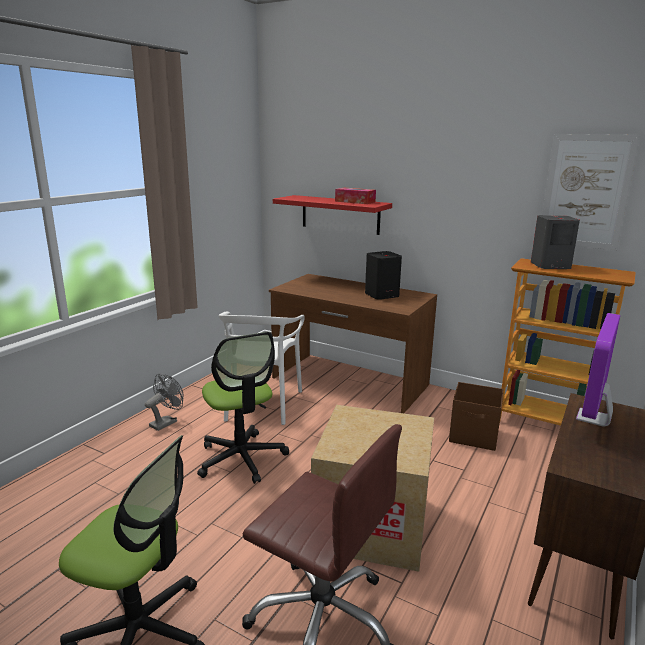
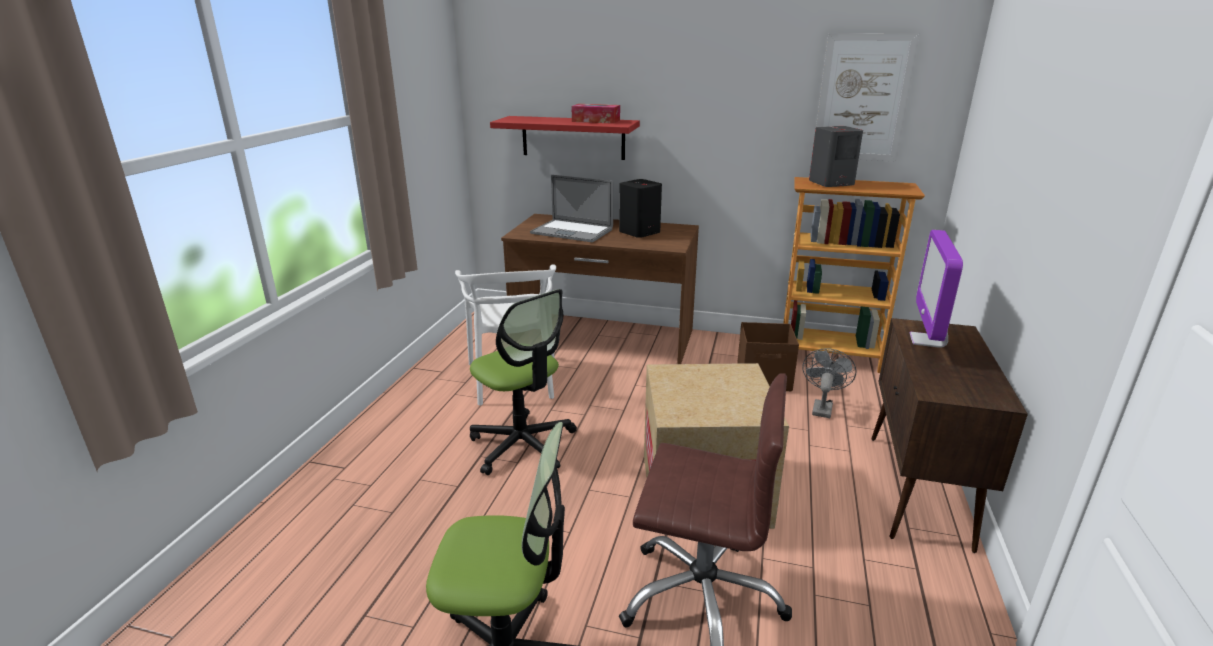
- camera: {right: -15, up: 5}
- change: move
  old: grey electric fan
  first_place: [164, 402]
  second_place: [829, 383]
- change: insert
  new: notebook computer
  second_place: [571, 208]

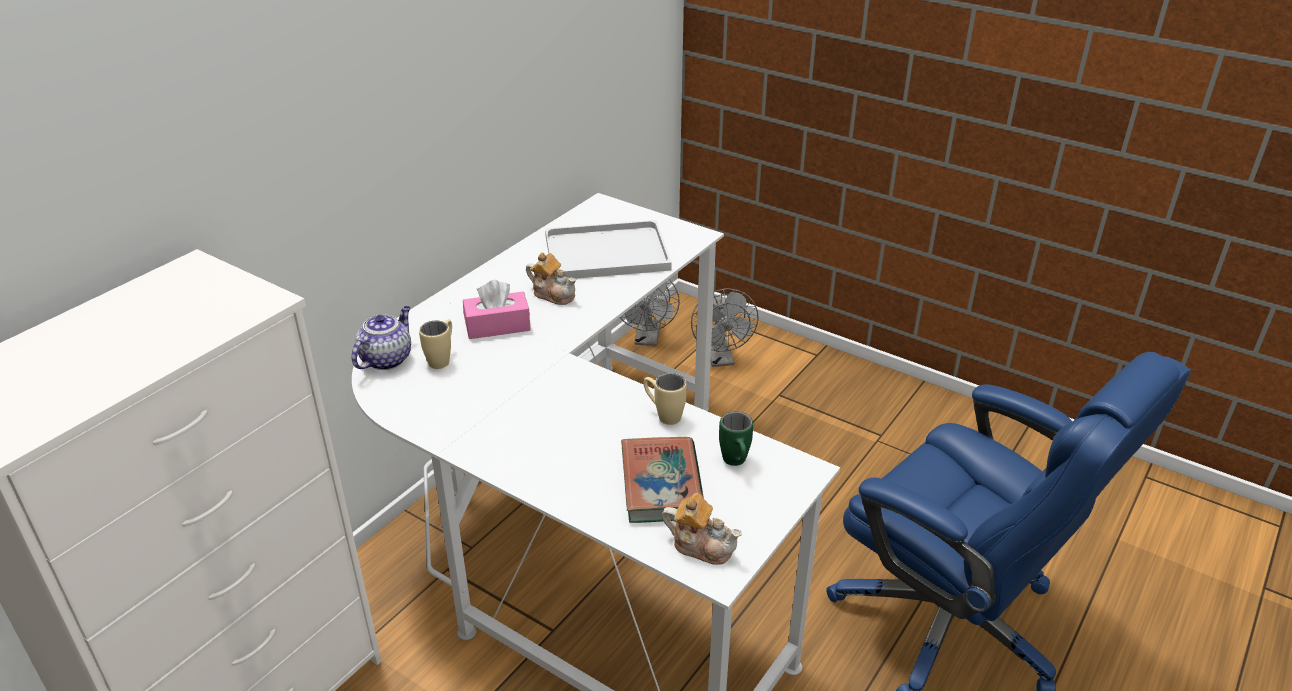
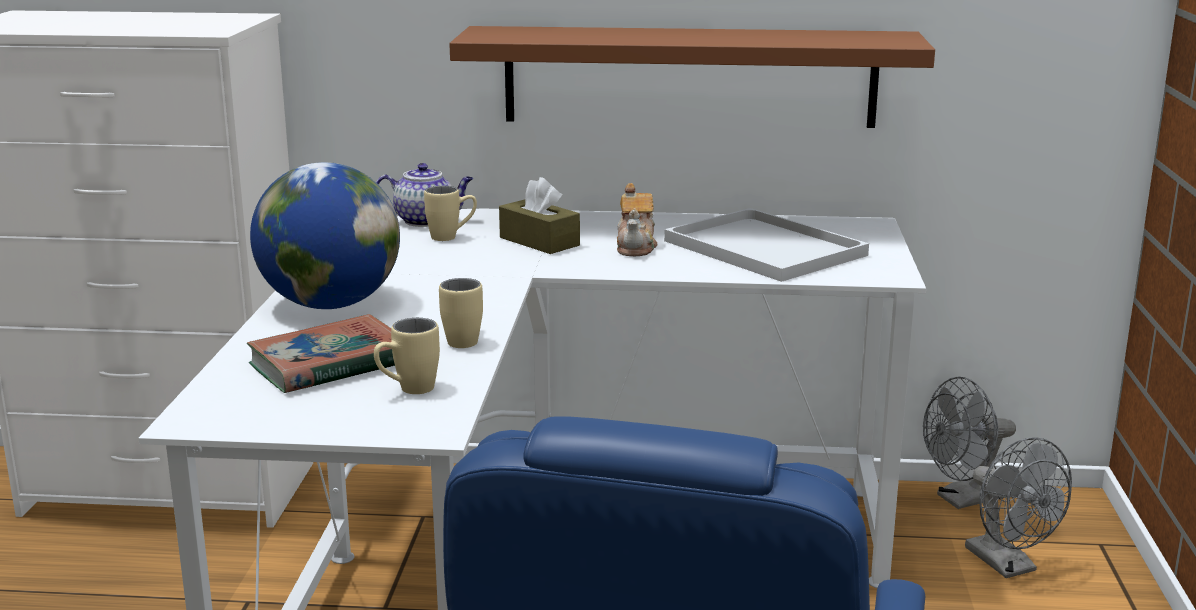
- camera: {right: 60, up: -15}
- change: recolor
  old: pink box of tissues
  new: brown box of tissues
  first_place: [497, 309]
  second_place: [539, 215]
- change: delete
  old: pot for tea
  first_place: [702, 529]
- change: rotate
  old: grey electric fan
  first_place: [725, 327]
  second_place: [1018, 507]
  degrees: -75
- change: recolor
  old: green tea mug
  new: beige tea mug
  first_place: [736, 438]
  second_place: [407, 356]
- change: insert
  new: globe
  second_place: [325, 235]
- change: insert
  new: brown shelf
  second_place: [692, 77]

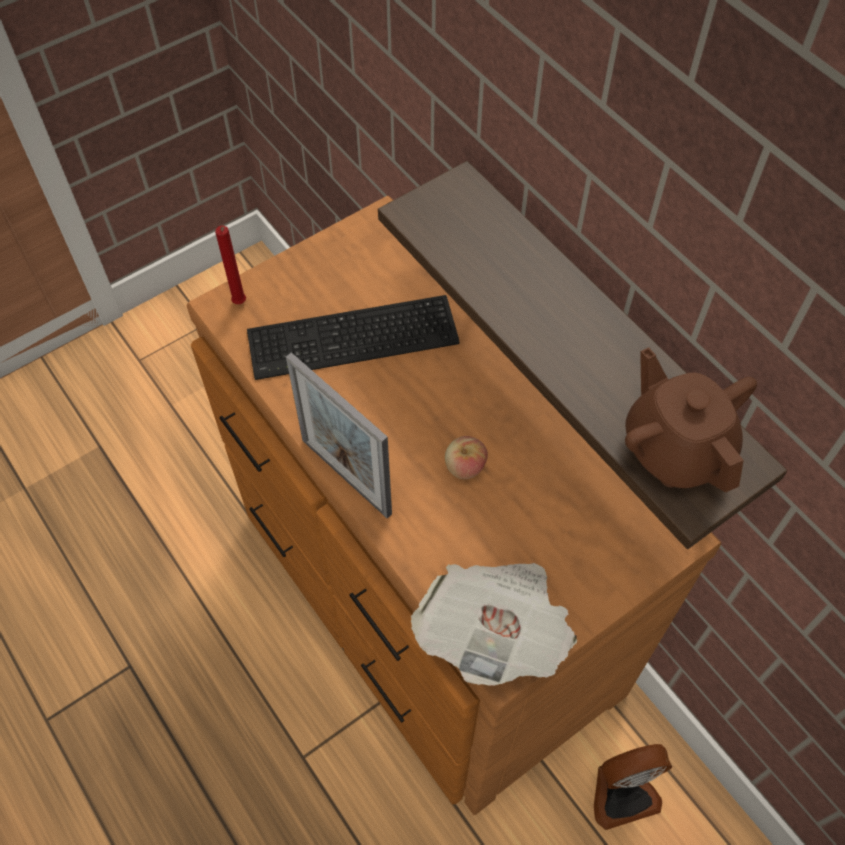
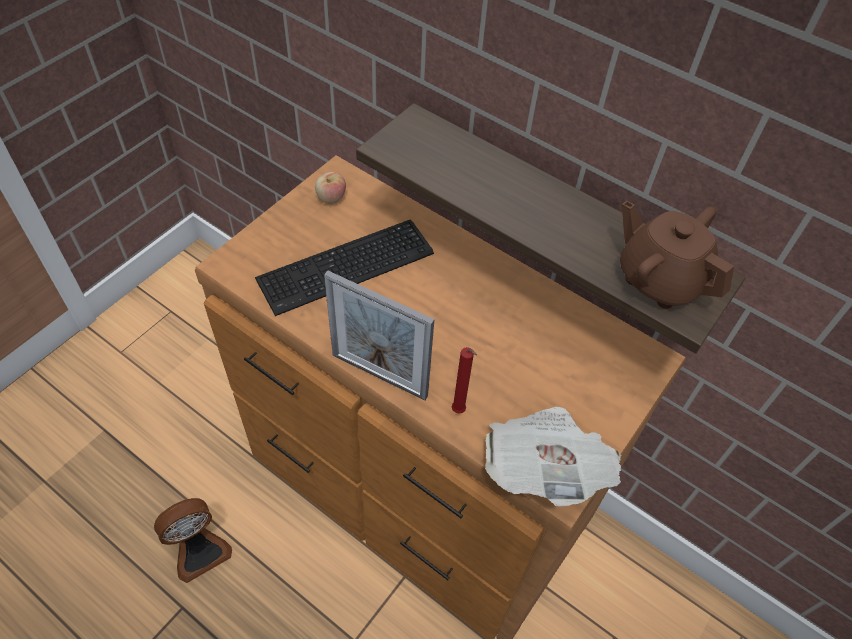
- camera: {right: -20, up: -5}
- change: move
  old: red-coloured wax light
  first_place: [230, 265]
  second_place: [464, 380]
- change: move
  old: apple
  first_place: [466, 457]
  second_place: [330, 188]
- change: move
  old: electric fan
  first_place: [633, 787]
  second_place: [193, 540]

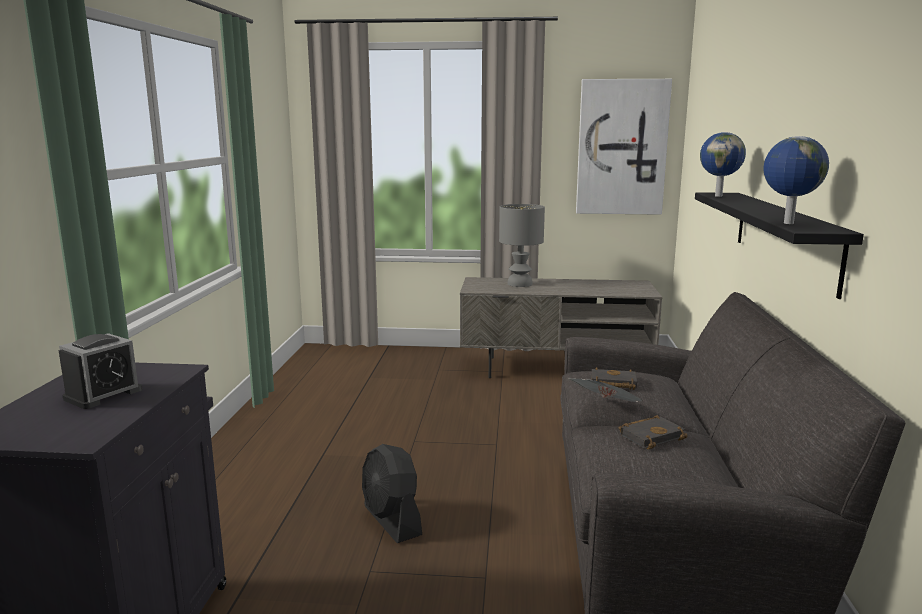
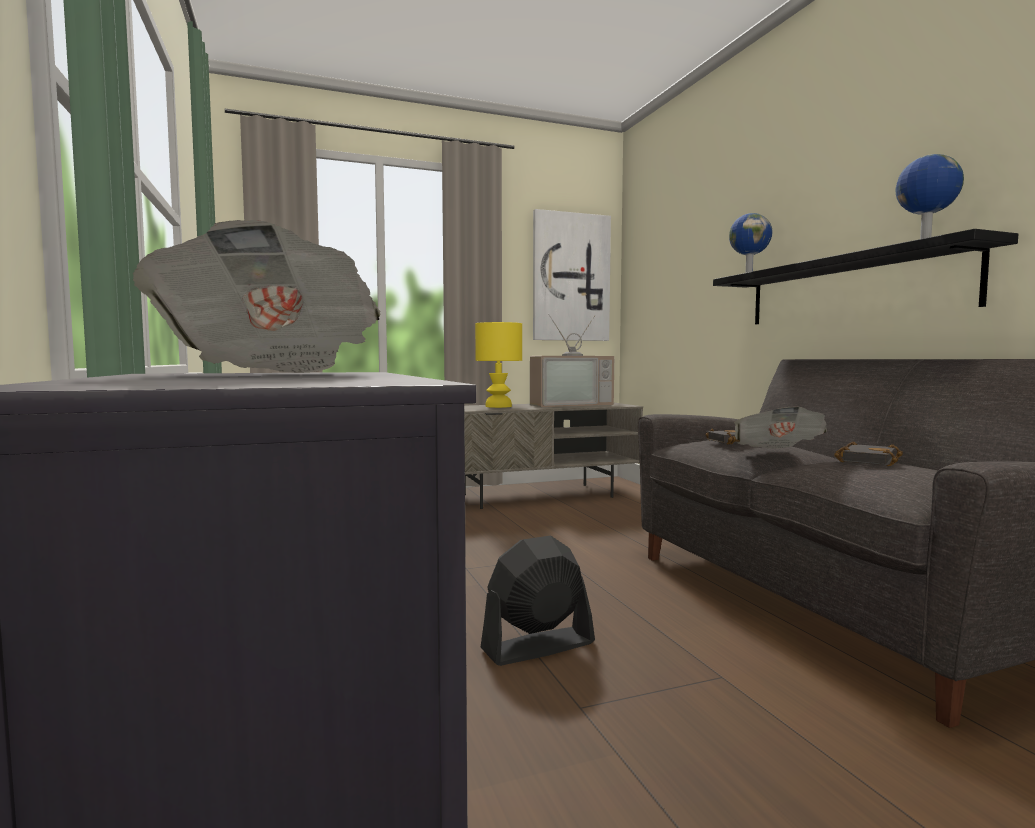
- camera: {right: -25, up: -10}
- change: replace
  old: bedside clock
  new: printed paper
  first_place: [100, 371]
  second_place: [257, 296]
- change: rotate
  old: blackish electric fan
  first_place: [392, 493]
  second_place: [538, 600]
  degrees: 120
- change: recolor
  old: grey table lamp
  new: yellowish table lamp
  first_place: [522, 245]
  second_place: [498, 365]
- change: insert
  new: television
  second_place: [572, 360]

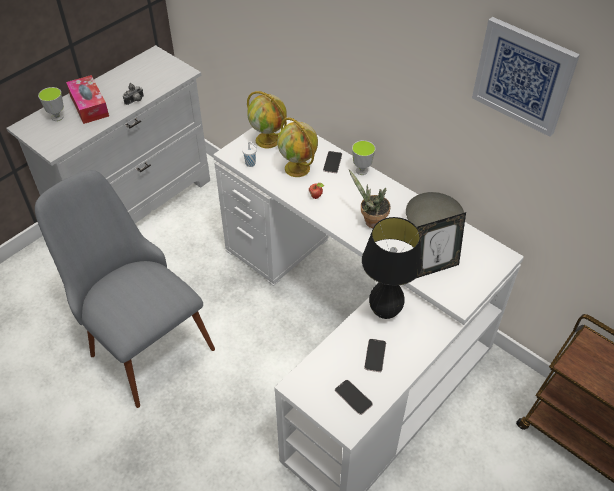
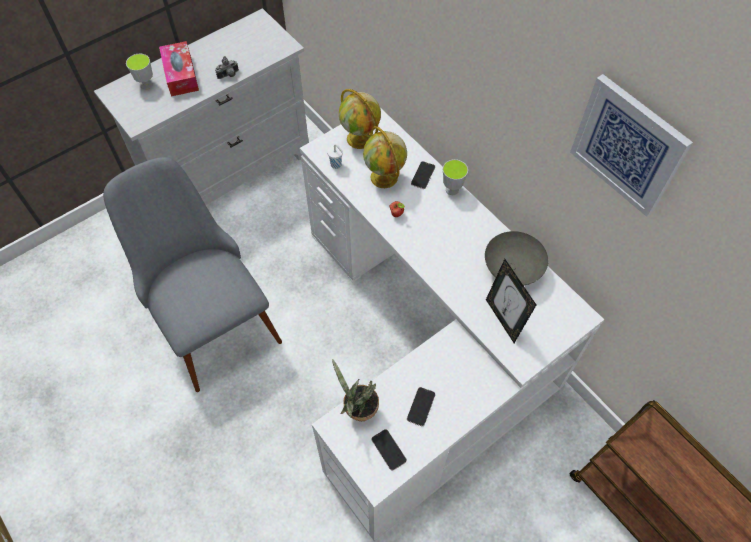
- camera: {right: 10, up: 10}
- change: move
  old: houseplant
  first_place: [369, 198]
  second_place: [355, 390]
- change: delete
  old: blackish table lamp
  first_place: [392, 268]
- change: rotate
  old: picture frame
  first_place: [441, 245]
  second_place: [511, 301]
  degrees: 75

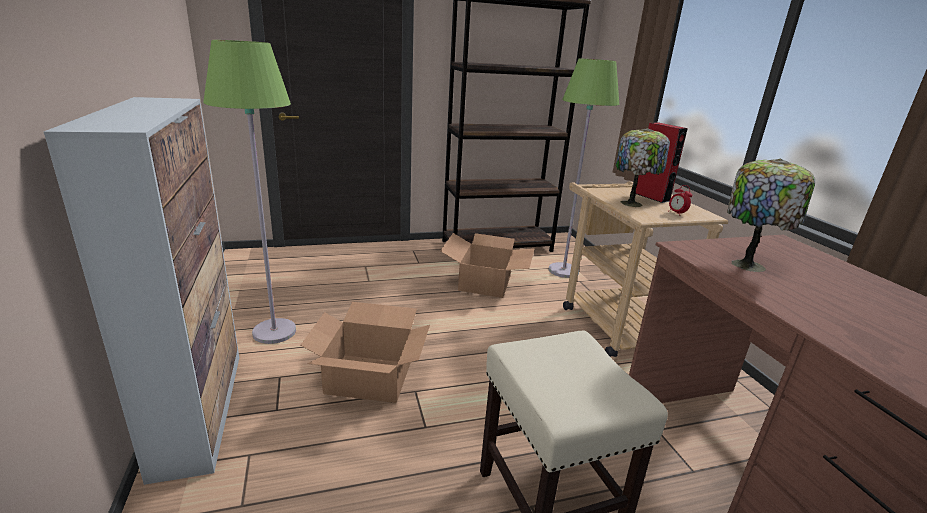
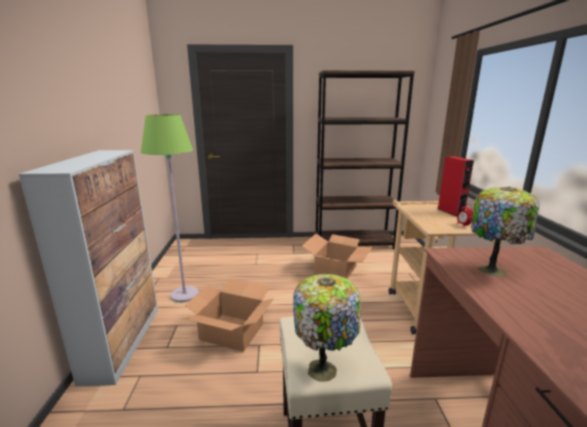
- camera: {right: 15, up: -5}
- change: delete
  old: green floor lamp
  first_place: [584, 168]
- change: move
  old: table lamp
  first_place: [643, 167]
  second_place: [327, 328]

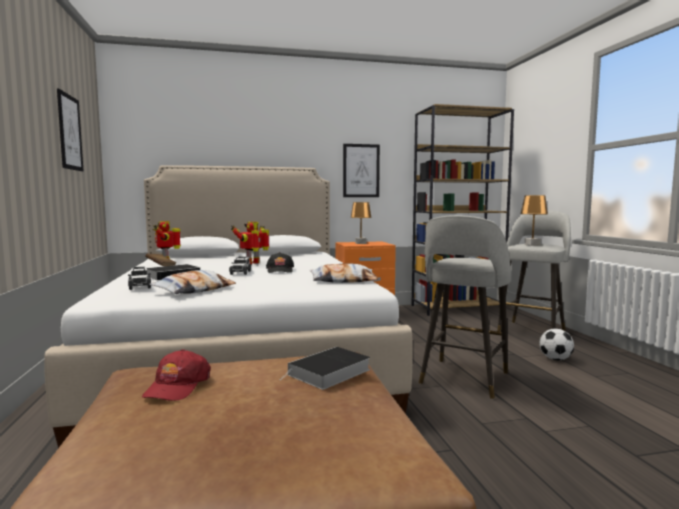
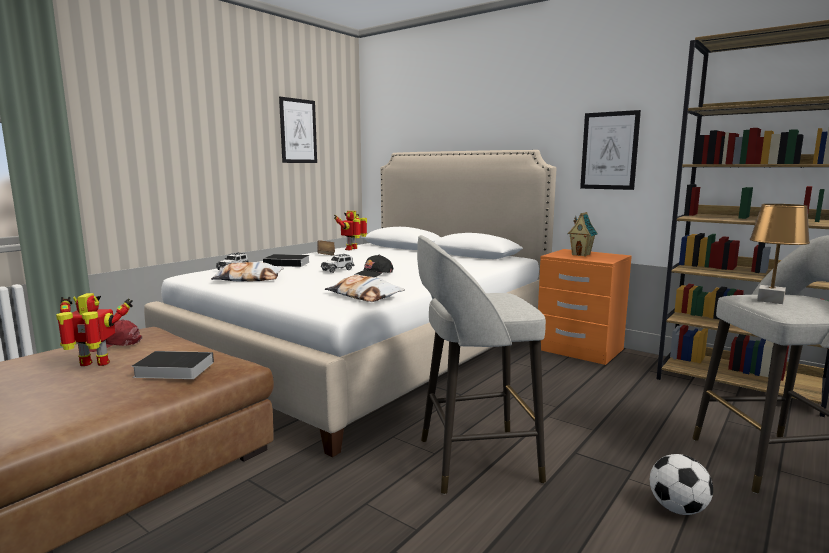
- camera: {right: 50, up: 5}
- change: move
  old: model robot
  first_place: [250, 243]
  second_place: [94, 329]
- change: replace
  old: brown table lamp
  new: toy house
  first_place: [361, 223]
  second_place: [582, 234]

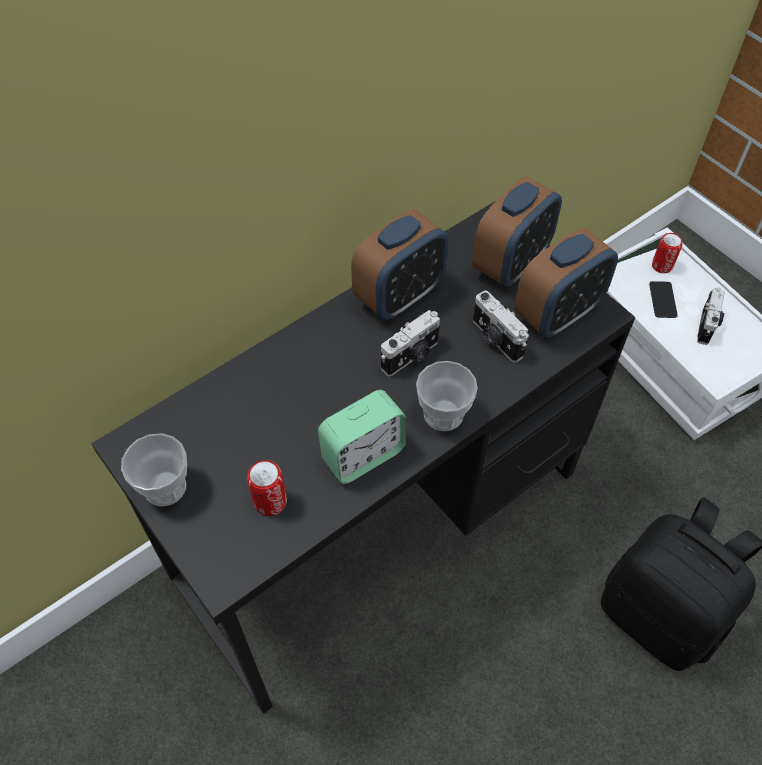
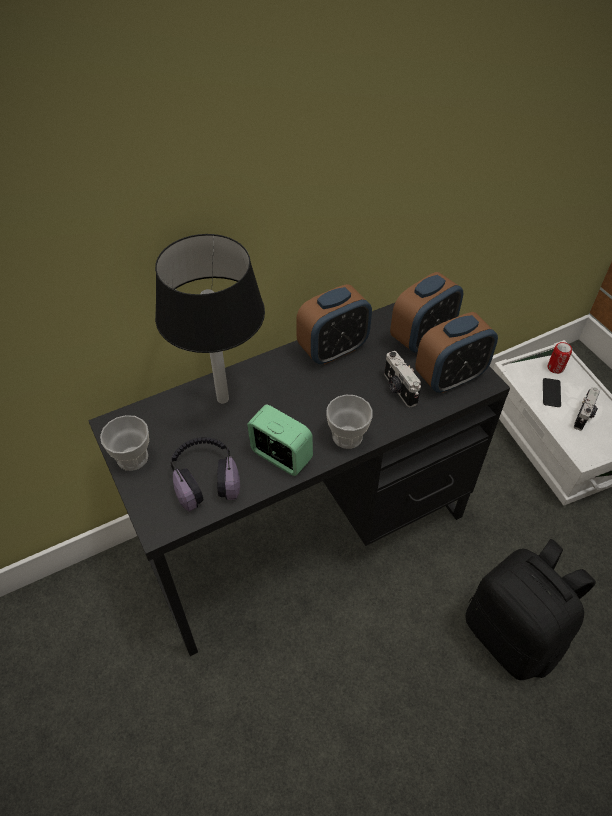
- camera: {right: 10, up: -5}
- change: replace
  old: sealed can
  new: headphones
  first_place: [267, 488]
  second_place: [205, 474]
- change: rotate
  old: bedside clock
  first_place: [362, 437]
  second_place: [280, 440]
  degrees: -120
- change: delete
  old: still camera
  first_place: [410, 343]
- change: insert
  new: blackish table lamp
  second_place: [210, 319]

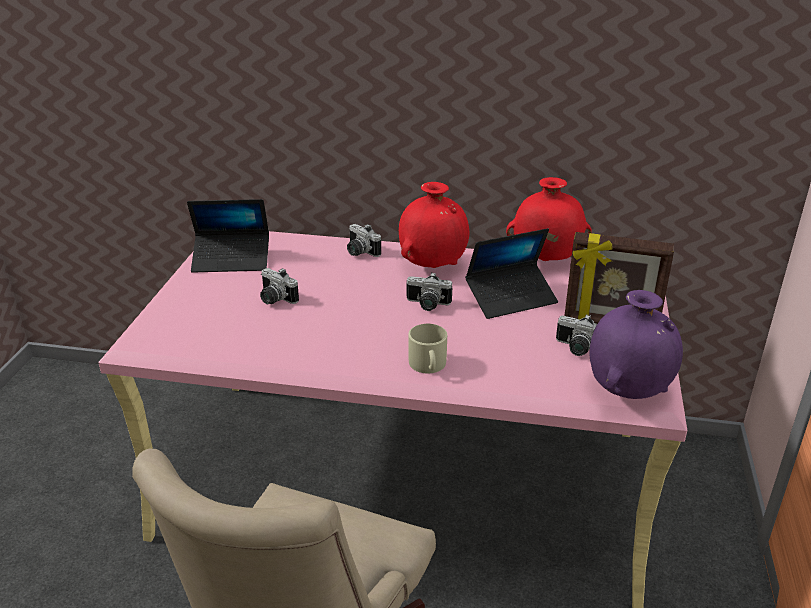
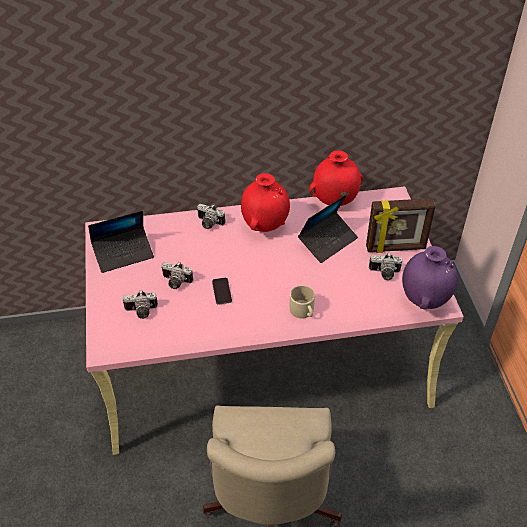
- camera: {right: -20, up: 15}
- change: move
  old: still camera
  first_place: [429, 292]
  second_place: [140, 304]
- change: insert
  new: telephone
  second_place: [222, 291]

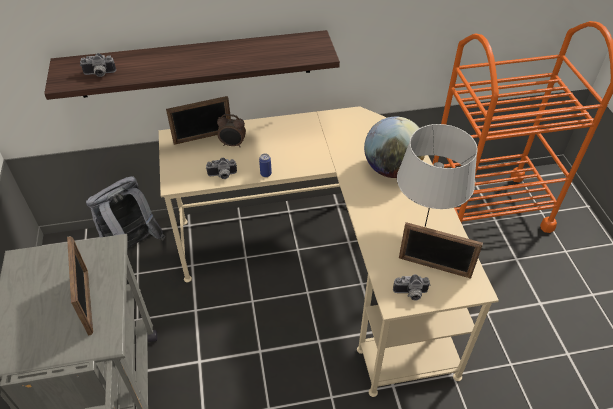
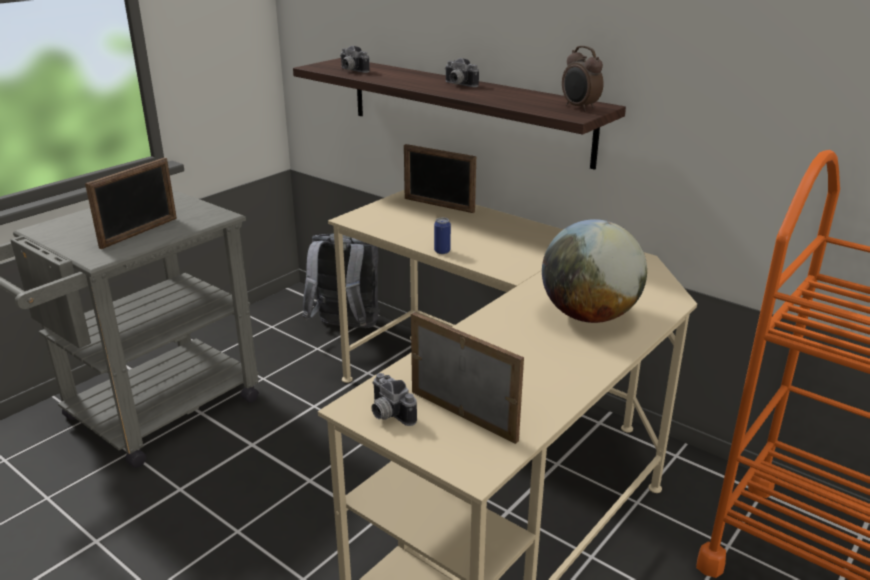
- camera: {right: 50, up: -20}
- change: move
  old: still camera
  first_place: [221, 168]
  second_place: [462, 72]
- change: move
  old: bedside clock
  first_place: [231, 130]
  second_place: [582, 78]
- change: delete
  old: grey table lamp
  first_place: [437, 175]
- change: rotate
  old: picture frame
  first_place: [441, 250]
  second_place: [467, 378]
  degrees: 150

